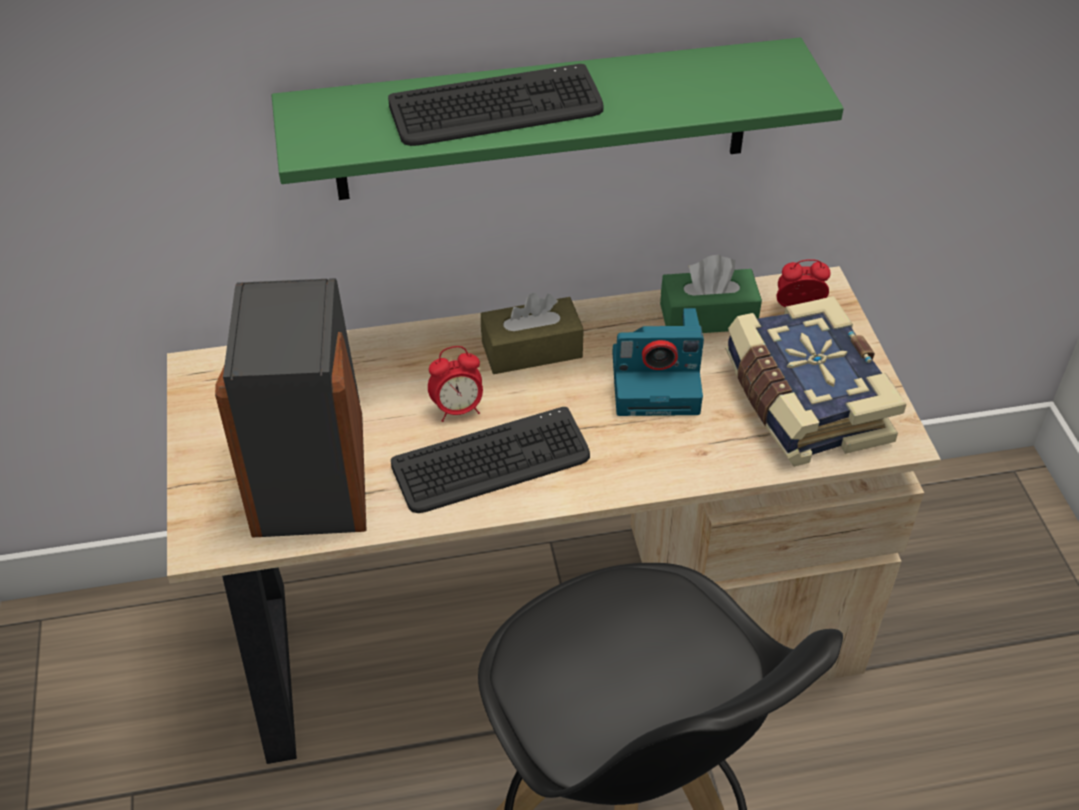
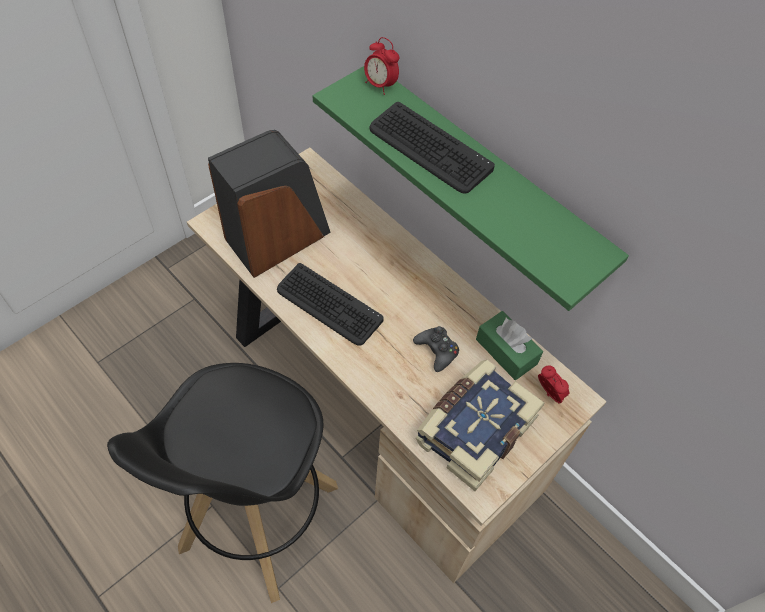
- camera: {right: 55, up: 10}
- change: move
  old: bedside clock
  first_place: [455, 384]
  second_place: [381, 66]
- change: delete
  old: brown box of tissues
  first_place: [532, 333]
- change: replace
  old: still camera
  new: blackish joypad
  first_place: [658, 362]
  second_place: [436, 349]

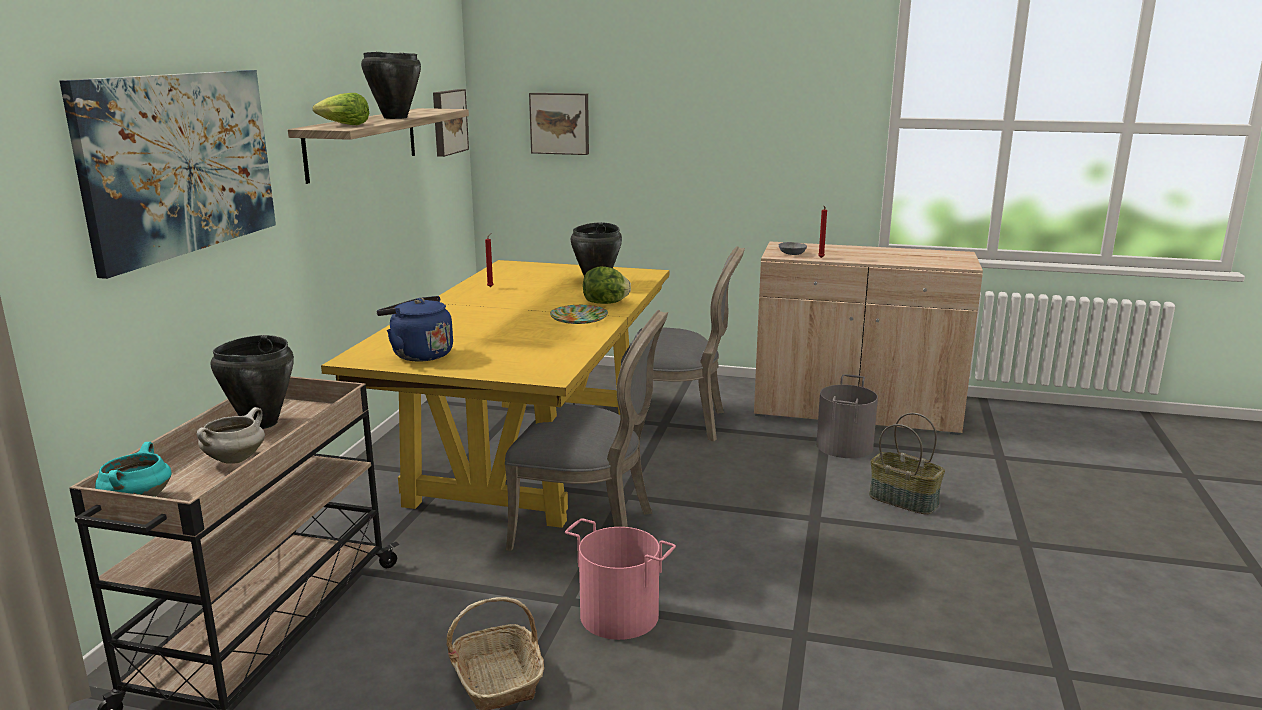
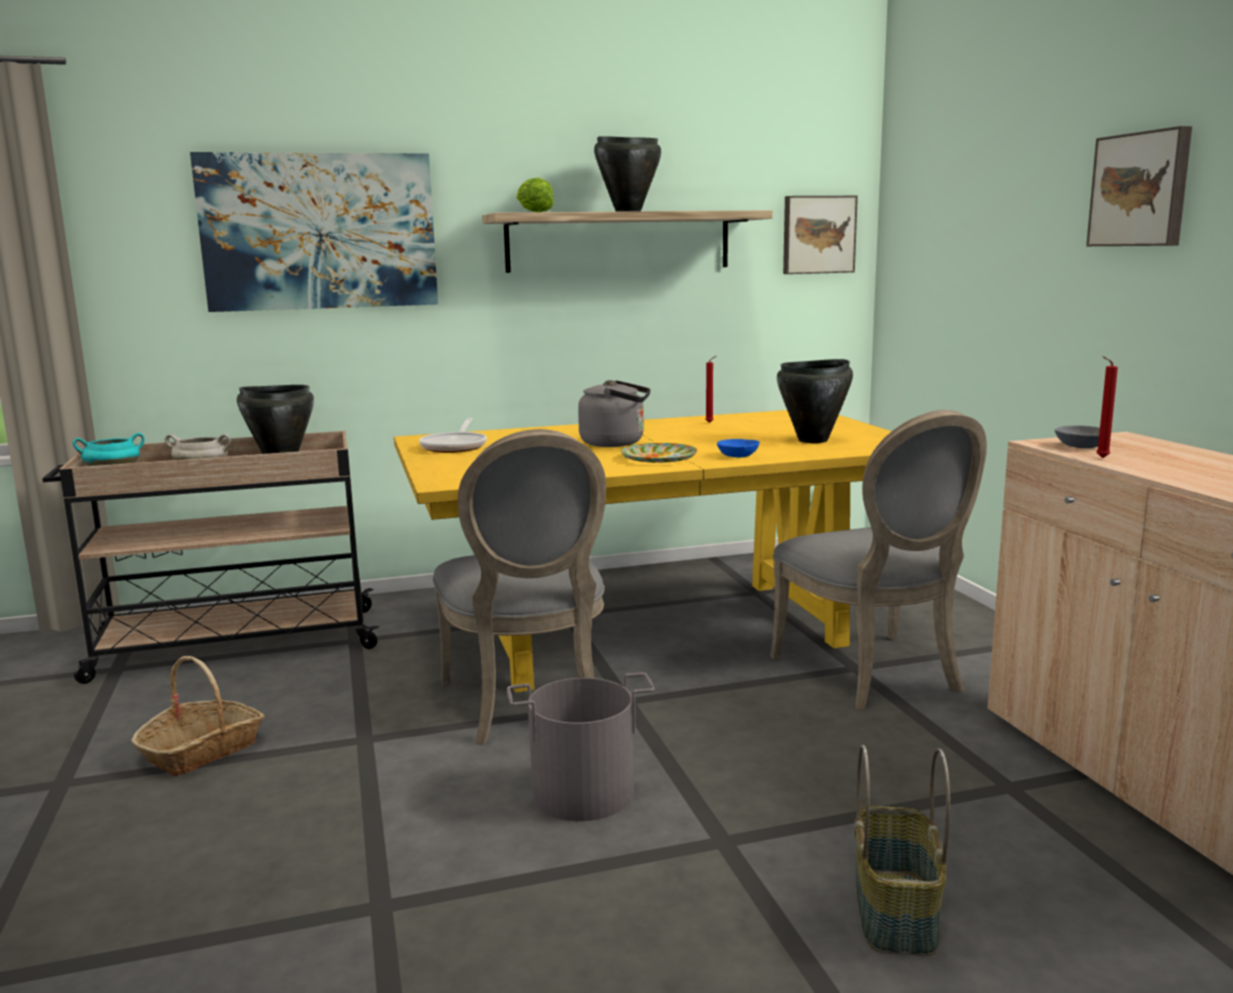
- camera: {right: 60, up: -5}
- change: replace
  old: blue water kettle
  new: skillet
  first_place: [415, 329]
  second_place: [453, 435]
- change: move
  old: wall art
  first_place: [559, 124]
  second_place: [1139, 186]
- change: delete
  old: pink pail
  first_place: [620, 579]
- change: replace
  old: lettuce head
  new: blue serving bowl
  first_place: [607, 285]
  second_place: [738, 448]
- change: move
  old: grey pail
  first_place: [847, 416]
  second_place: [581, 746]
- change: insert
  new: grey water kettle
  second_place: [614, 413]

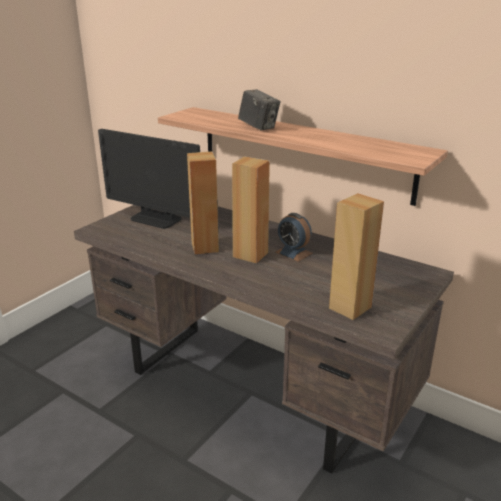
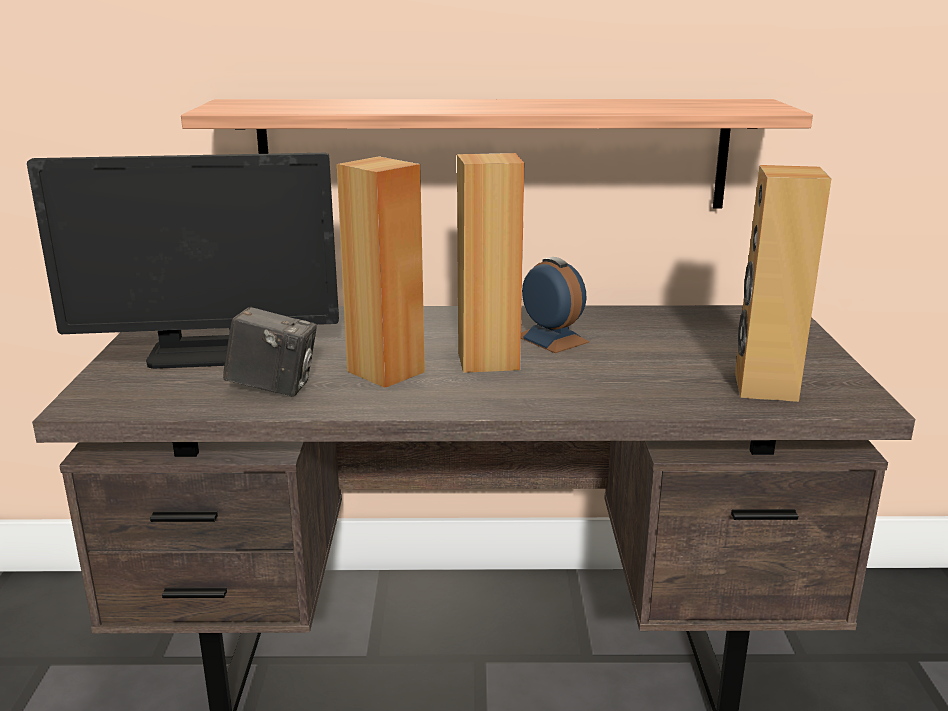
- camera: {right: -35, up: -5}
- change: move
  old: still camera
  first_place: [259, 109]
  second_place: [270, 351]
- change: rotate
  old: bedside clock
  first_place: [293, 237]
  second_place: [555, 305]
  degrees: -135

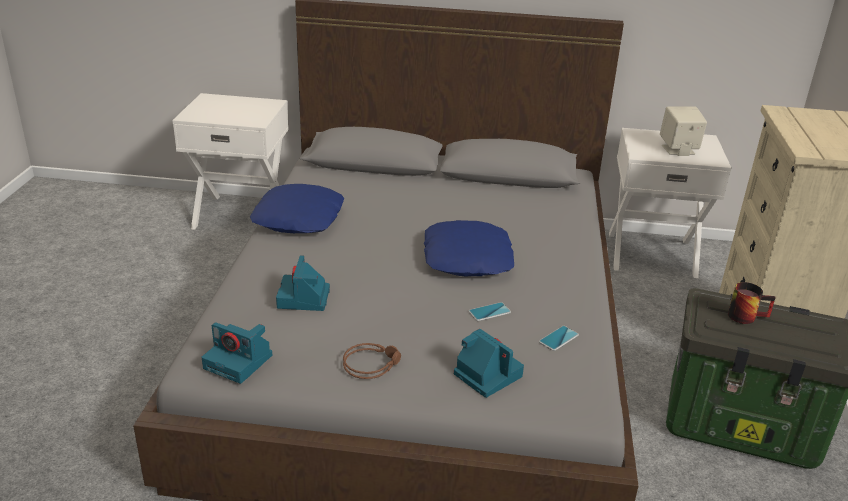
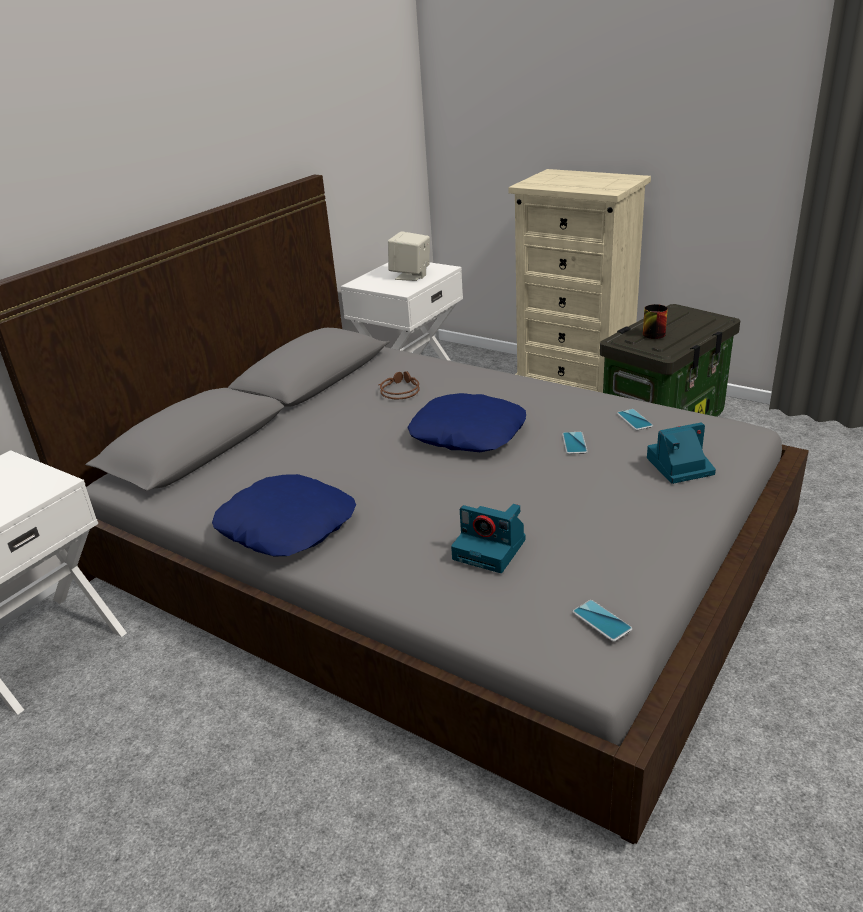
- camera: {right: -60, up: 0}
- change: replace
  old: still camera
  new: telephone
  first_place: [237, 353]
  second_place: [602, 621]
- change: move
  old: brown headphones
  first_place: [372, 361]
  second_place: [399, 385]

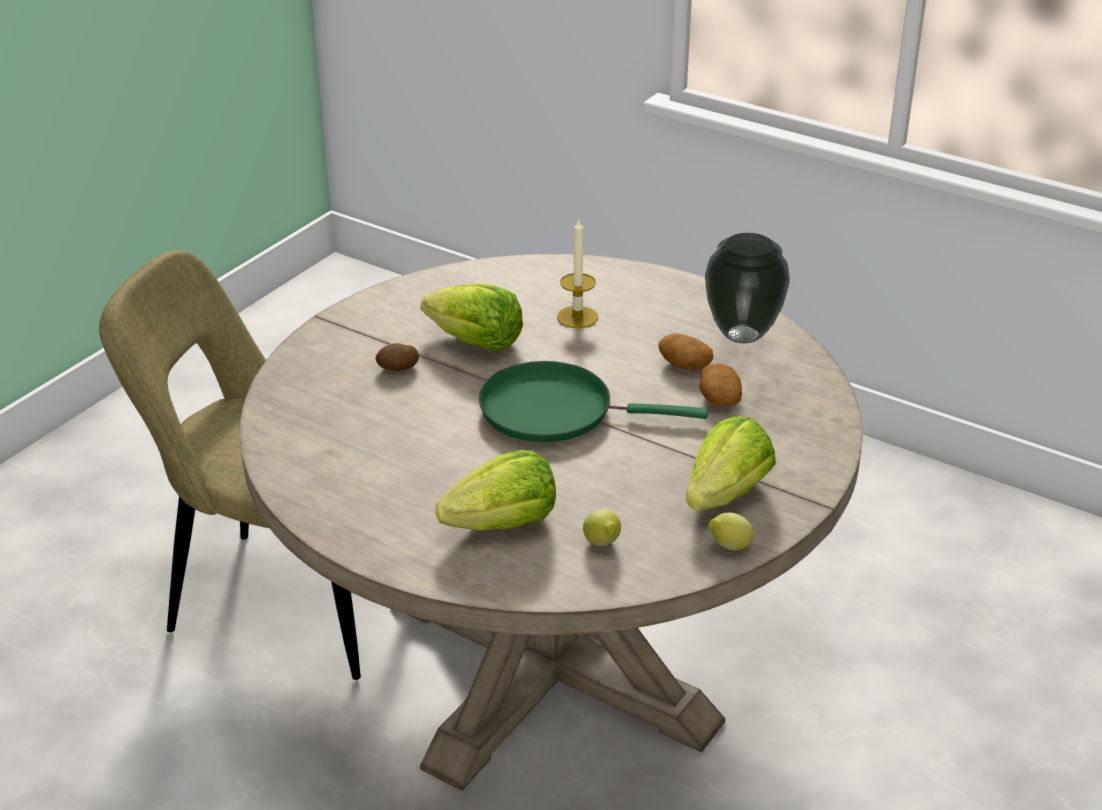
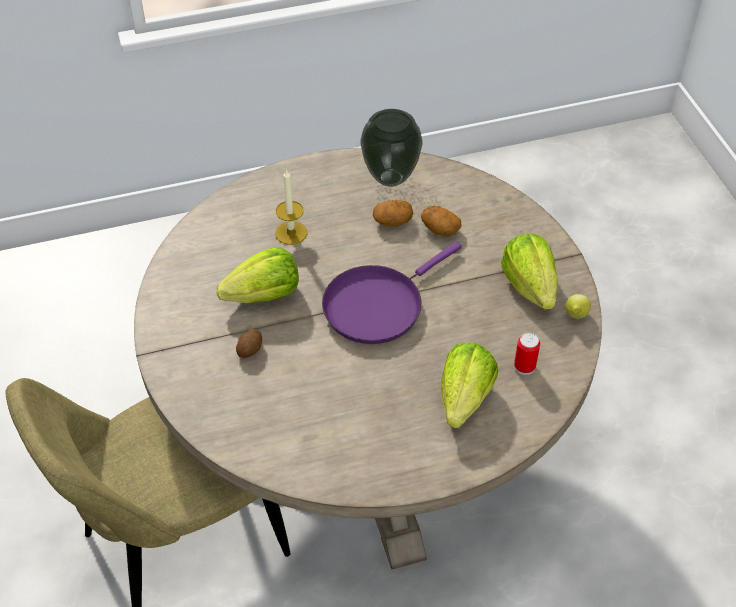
- camera: {right: -50, up: 15}
- change: recolor
  old: green skillet
  new: purple skillet
  first_place: [593, 401]
  second_place: [392, 293]
- change: replace
  old: whole lemon
  new: sealed can
  first_place: [602, 527]
  second_place: [527, 354]

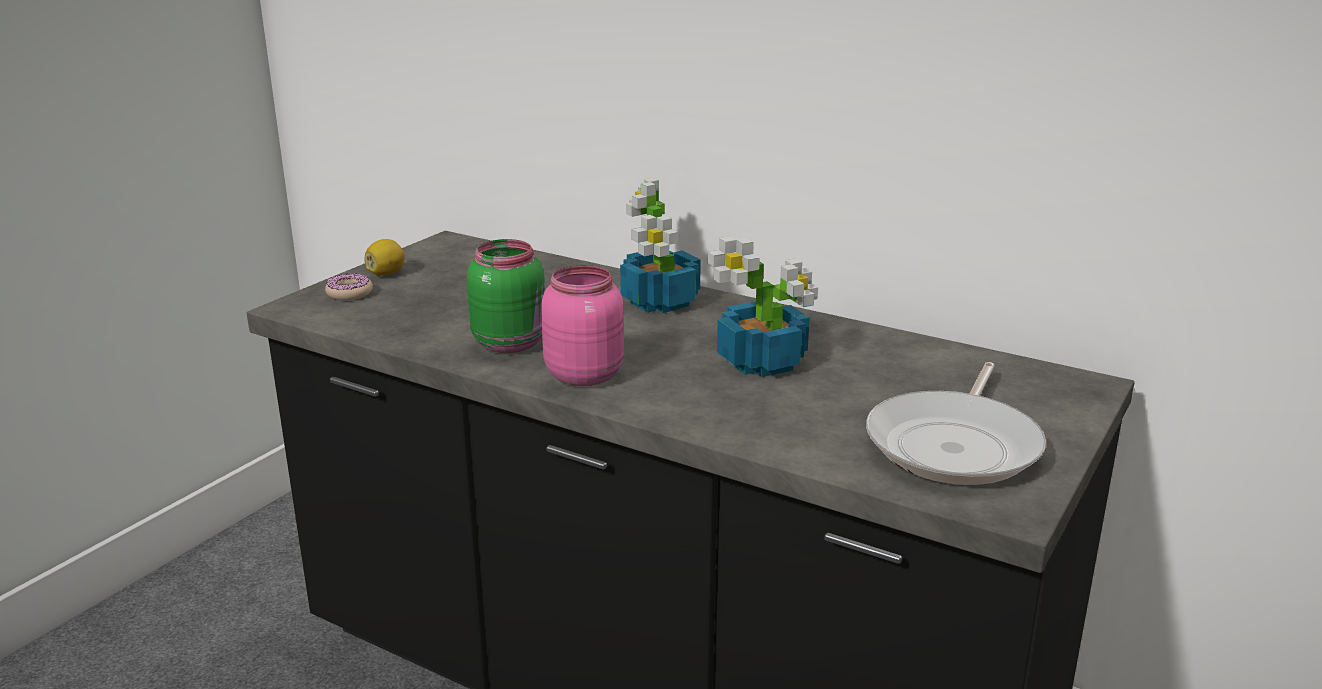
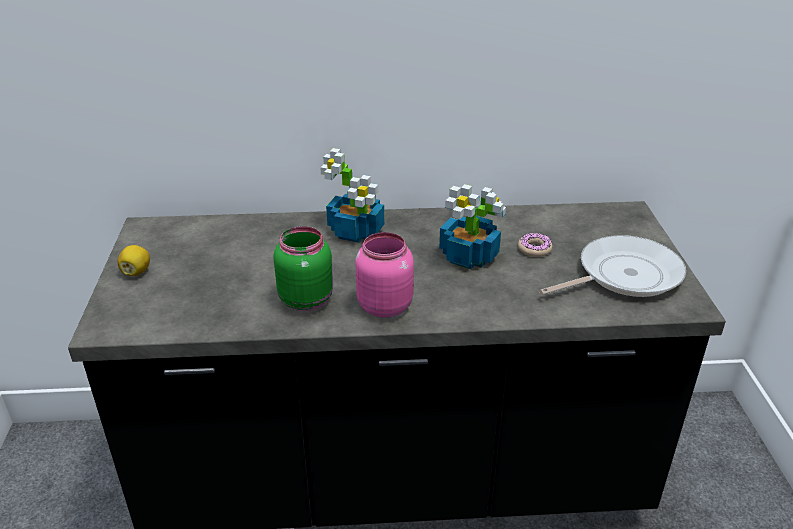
- camera: {right: -35, up: 10}
- change: move
  old: ring doughnut
  first_place: [349, 286]
  second_place: [535, 245]
- change: rotate
  old: skillet
  first_place: [956, 423]
  second_place: [612, 266]
  degrees: -105

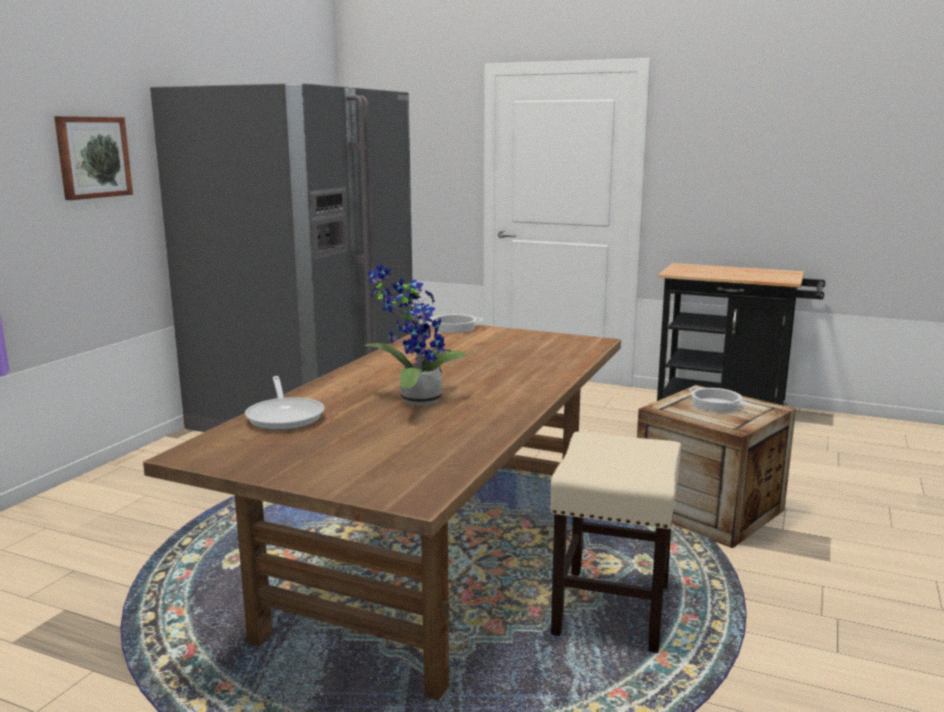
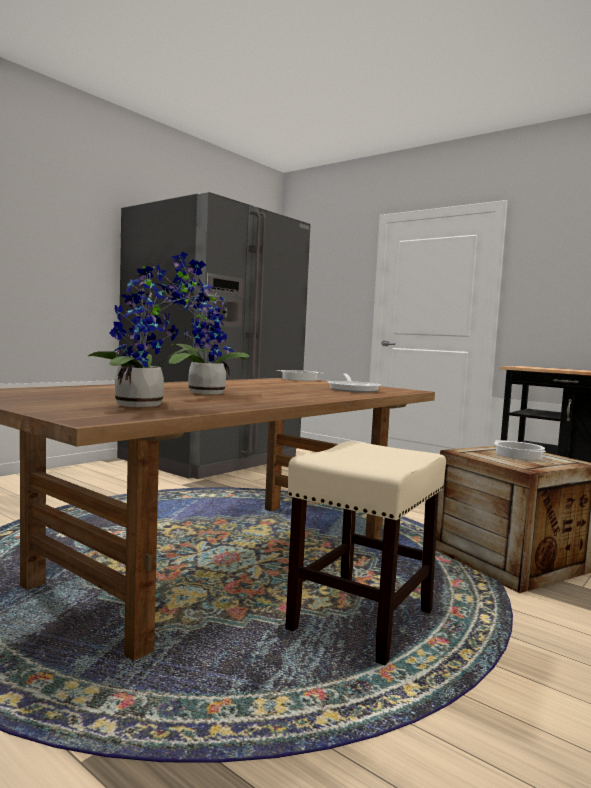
- camera: {right: 15, up: -10}
- change: delete
  old: wall art
  first_place: [93, 158]
- change: move
  old: skillet
  first_place: [285, 403]
  second_place: [354, 383]
- change: insert
  new: houseplant
  second_place: [150, 329]

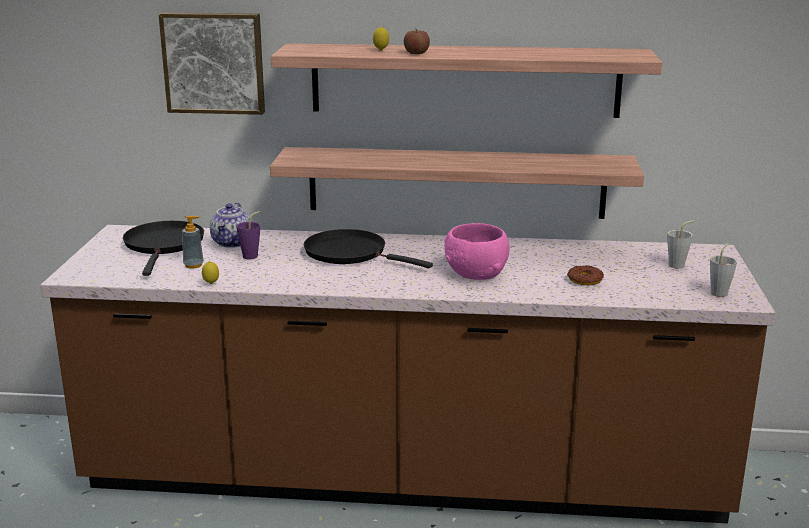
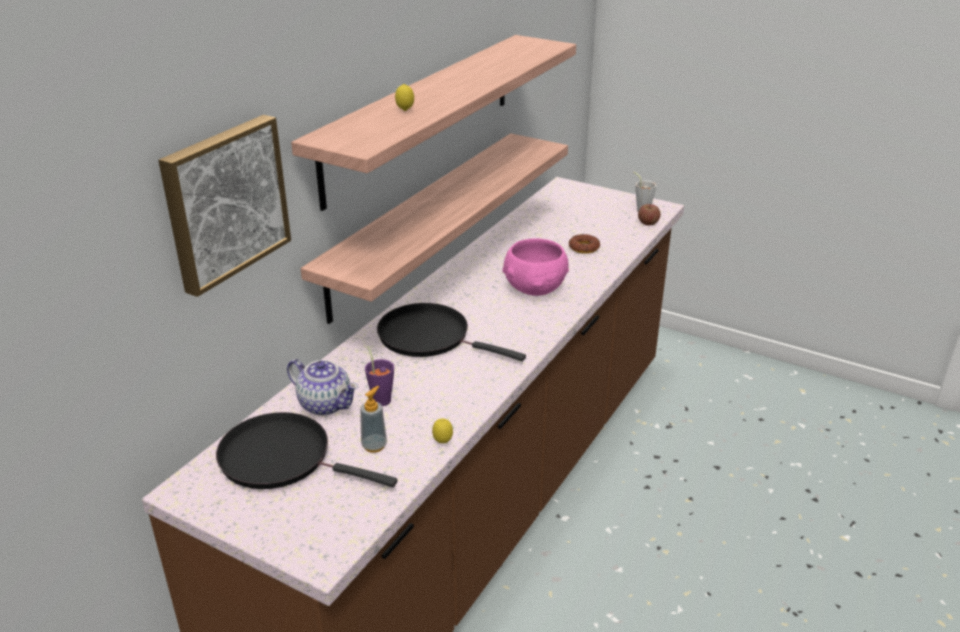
- camera: {right: -65, up: 10}
- change: rotate
  old: blackish skillet
  first_place: [368, 248]
  second_place: [451, 332]
  degrees: 60
- change: move
  old: apple
  first_place: [417, 41]
  second_place: [649, 215]
- change: delete
  old: grey drinking cup
  first_place: [681, 244]

